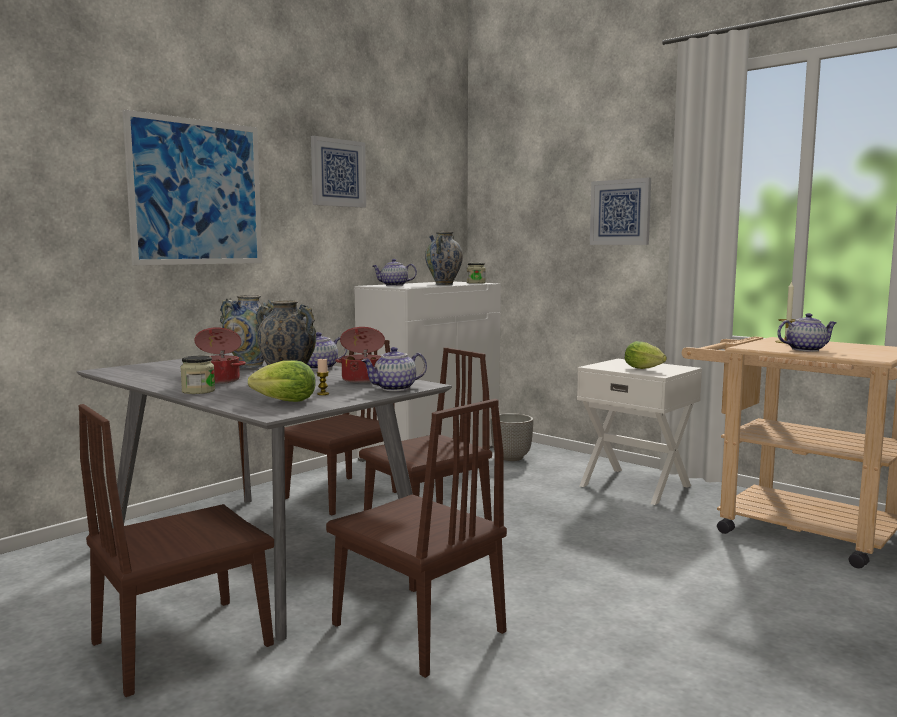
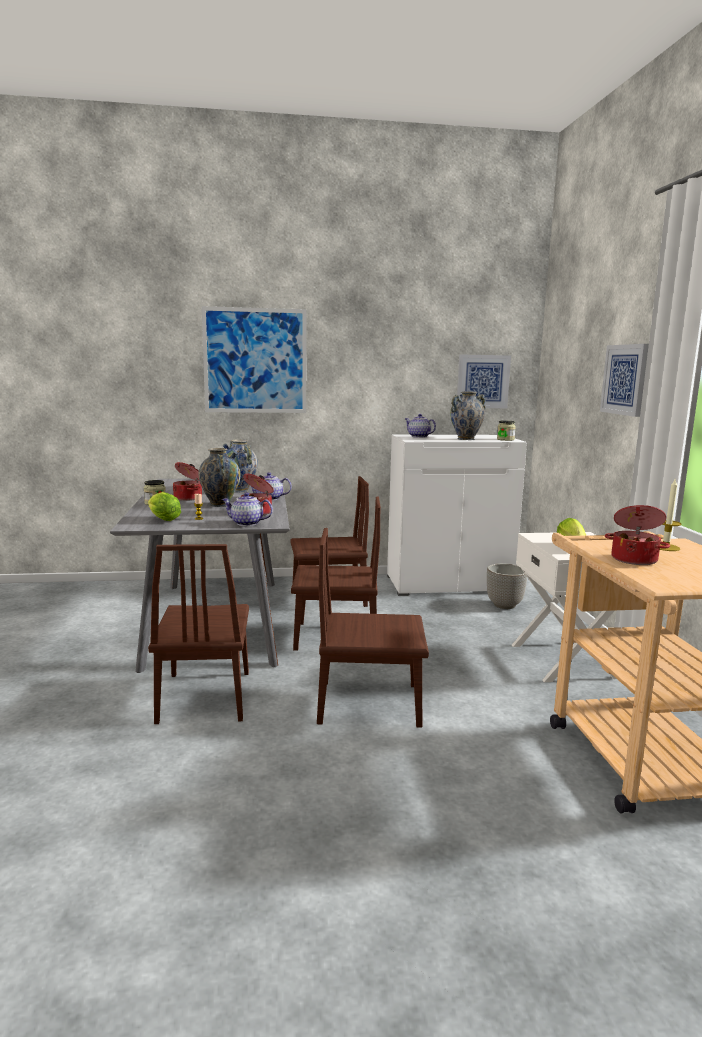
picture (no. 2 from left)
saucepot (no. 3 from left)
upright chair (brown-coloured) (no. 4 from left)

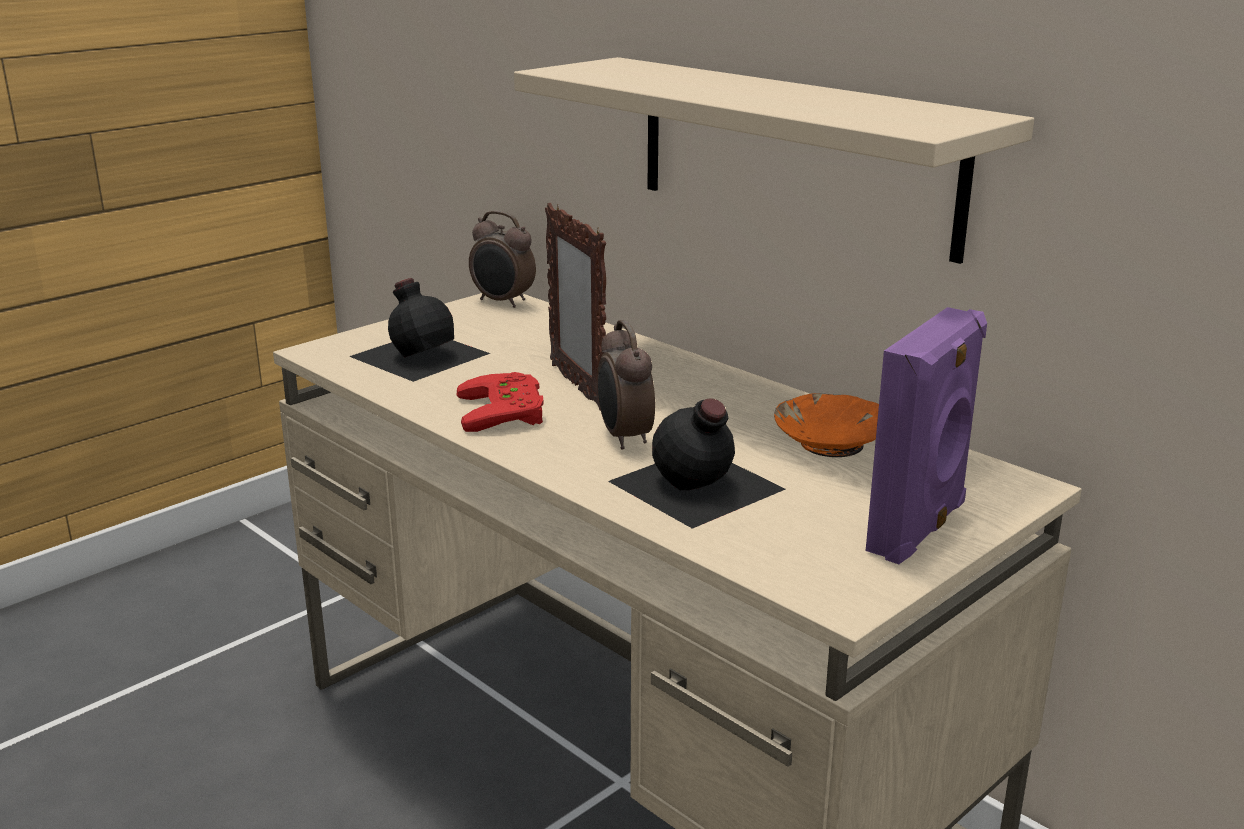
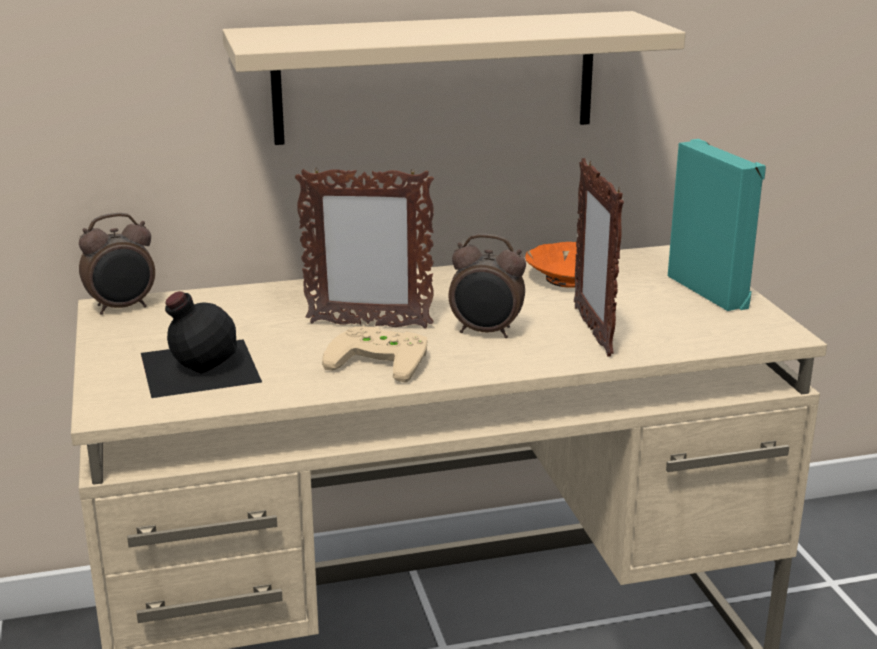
loudspeaker (turquoise-coloured)
joypad (beige)
standing frame (no. 2 from left)

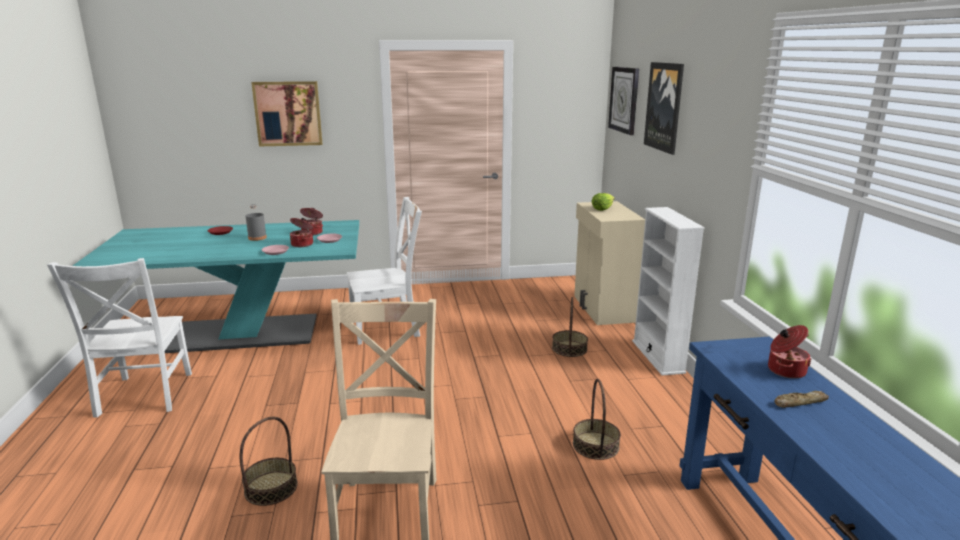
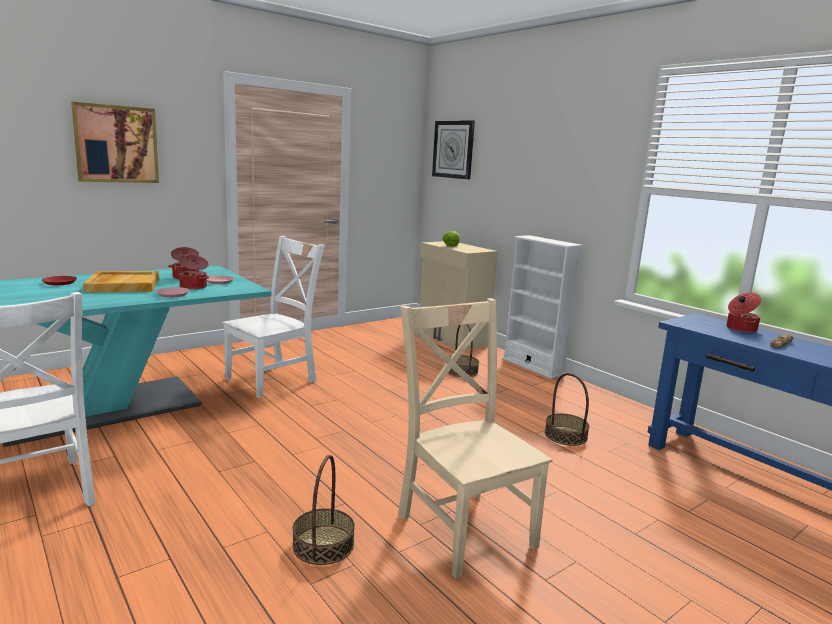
picture (no. 2 from left in the first image)
tray (beige)

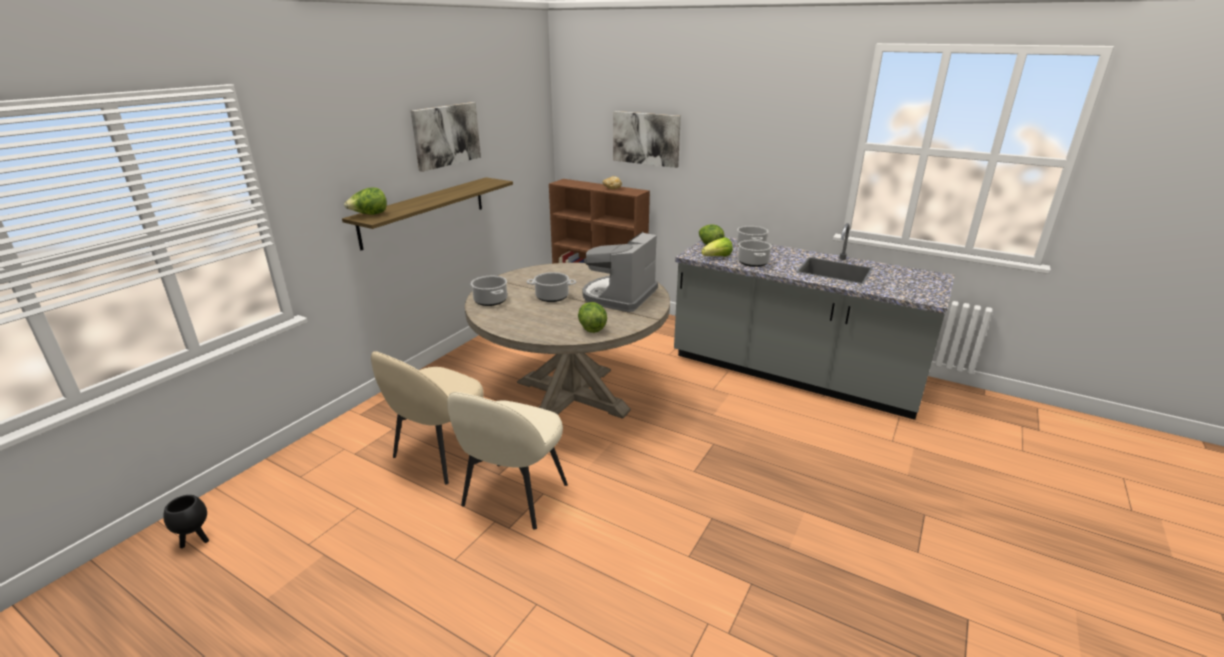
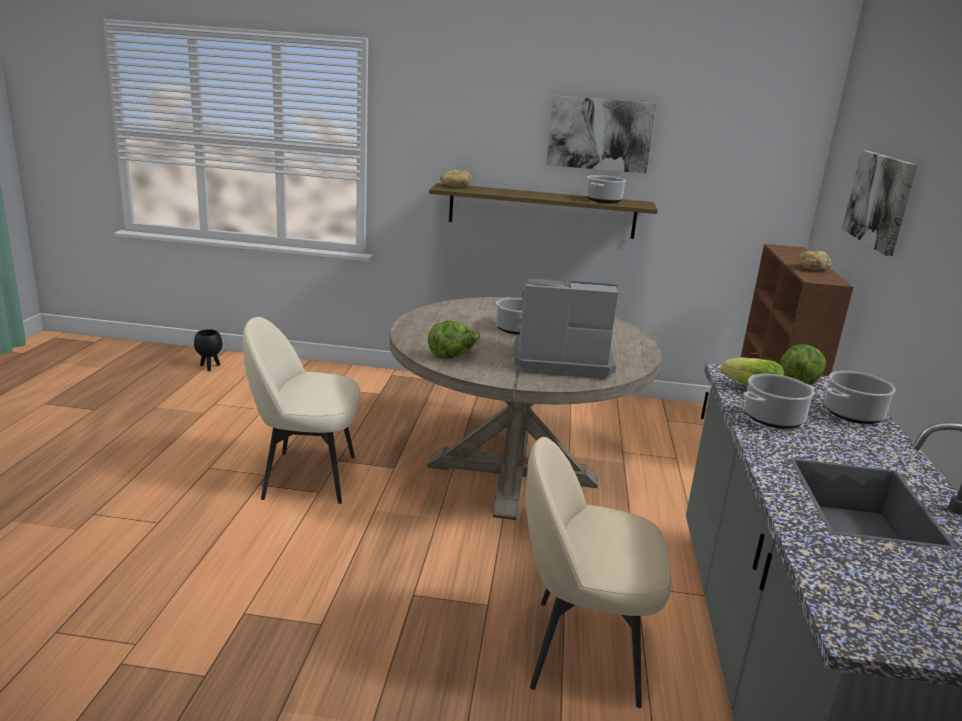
bread (no. 1 from left)
saucepot (no. 2 from left)
upright chair (beige) (no. 2 from left)

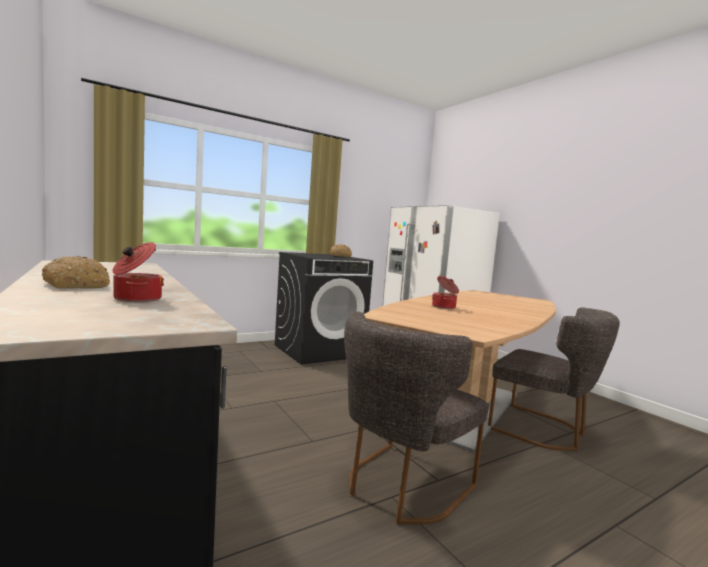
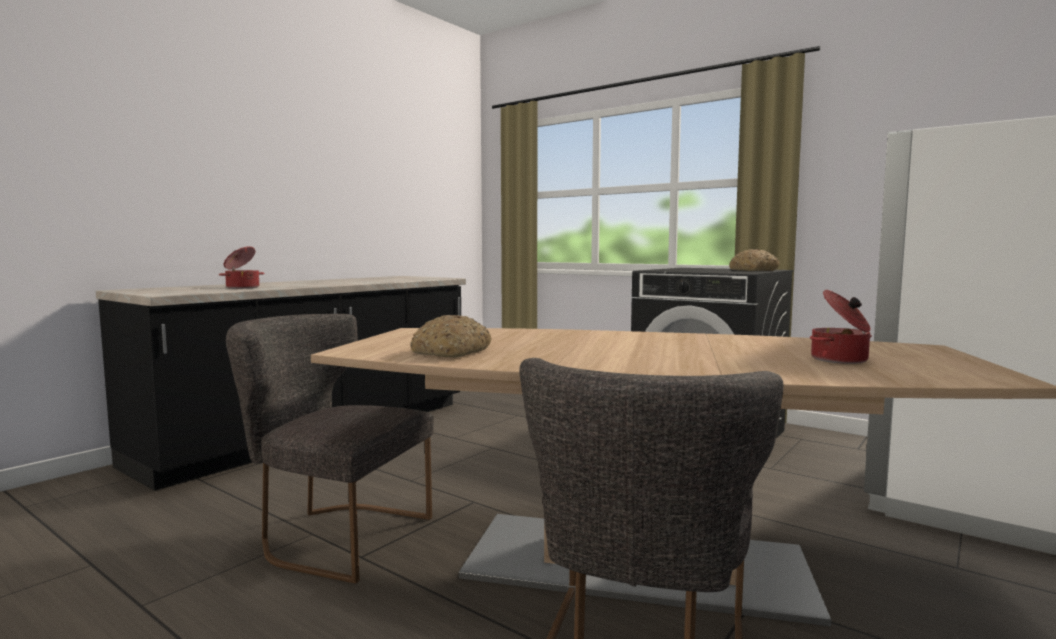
bread (no. 1 from left)
saucepot (no. 2 from left)

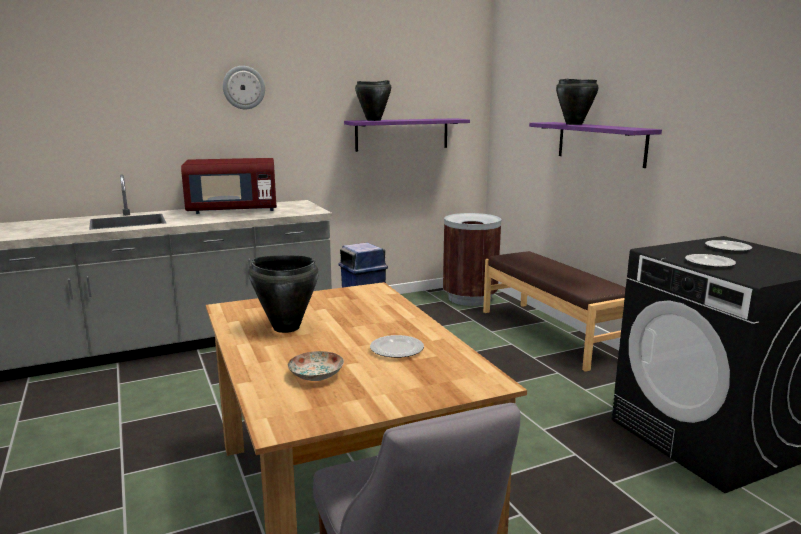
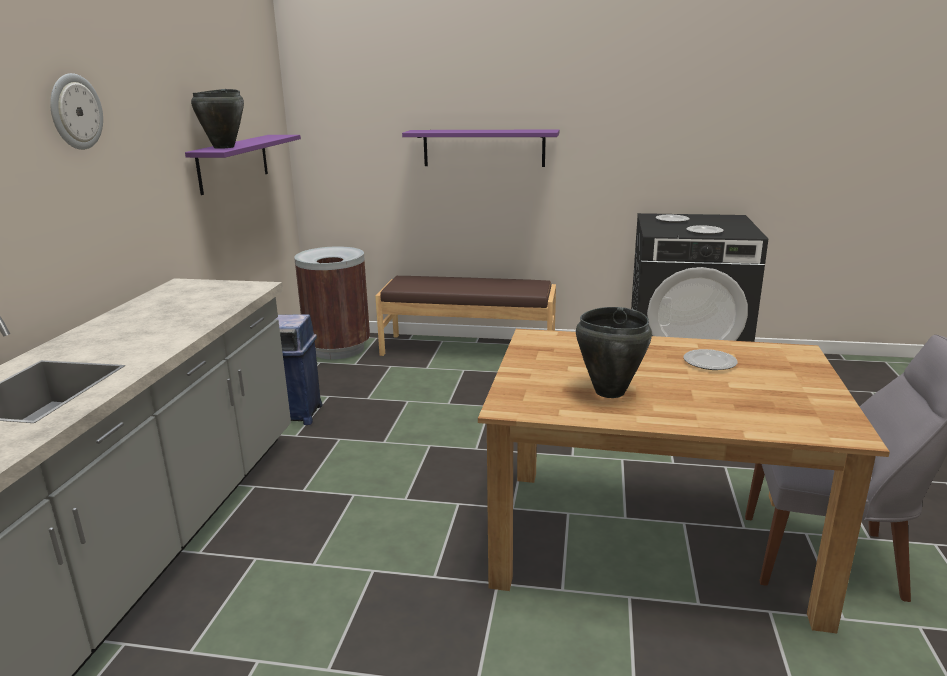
saucepot (blackish) (no. 3 from left in the first image)
kitchen microwave (reddish)
flat dish (no. 1 from left in the first image)

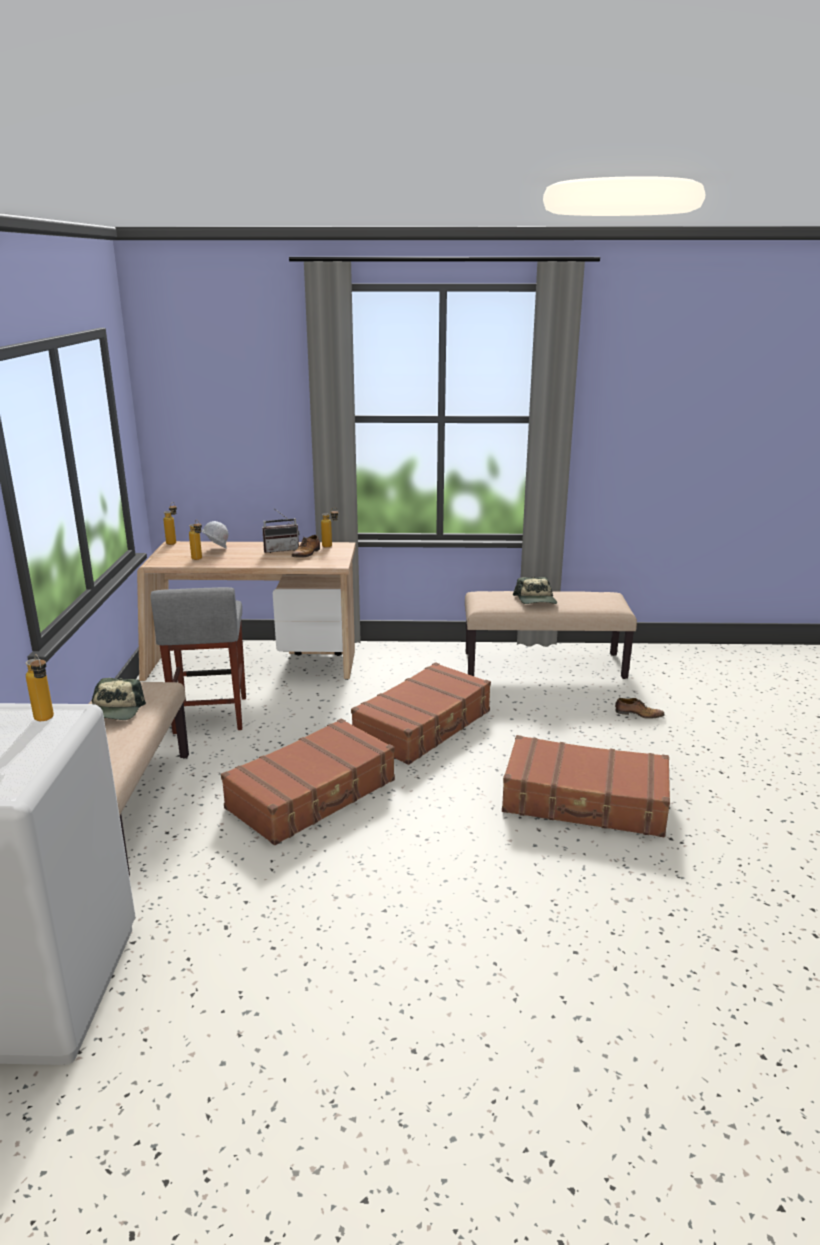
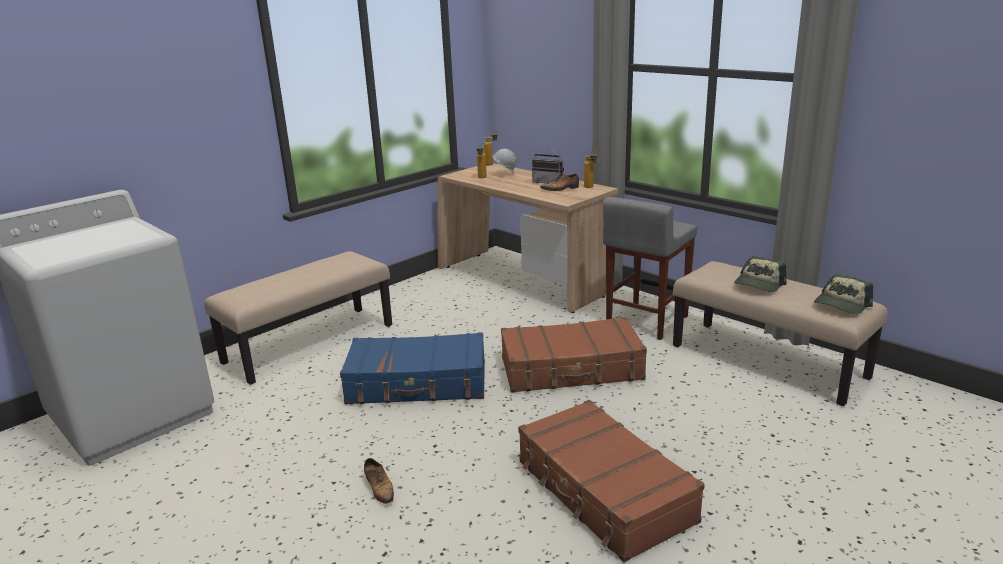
sitting stool (gray)
beverage bottle (no. 1 from left in the first image)
baseball cap (no. 2 from left)
low shoe (no. 1 from left)
travel case (bluish)

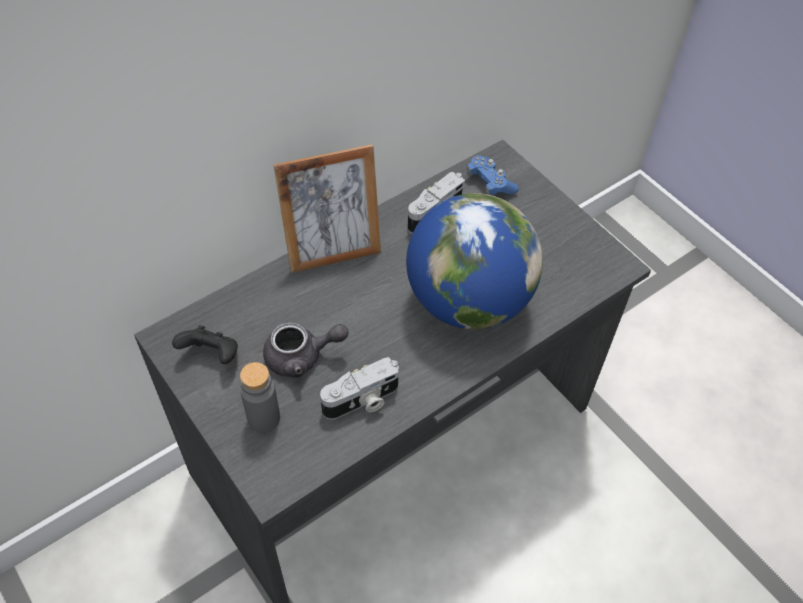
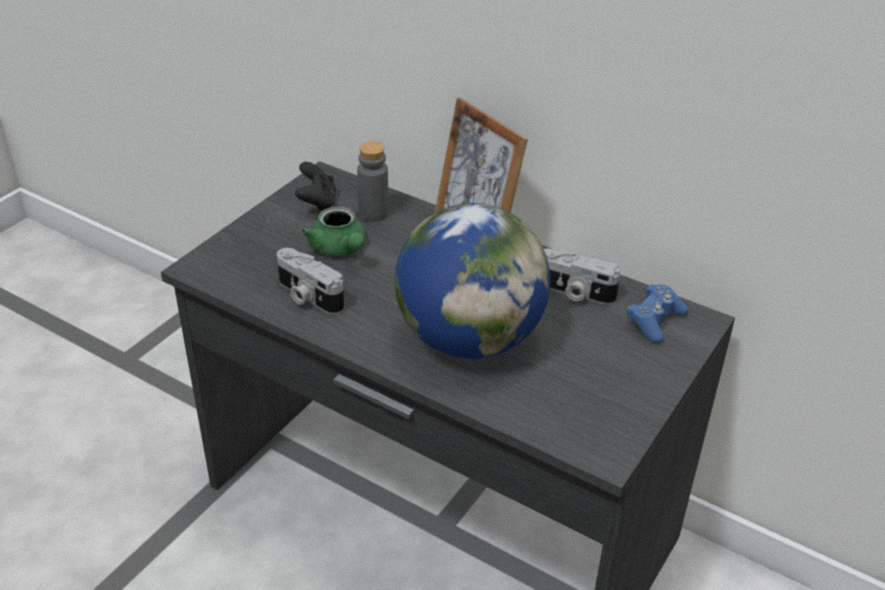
pot for tea (greenish)
beverage bottle (gray)

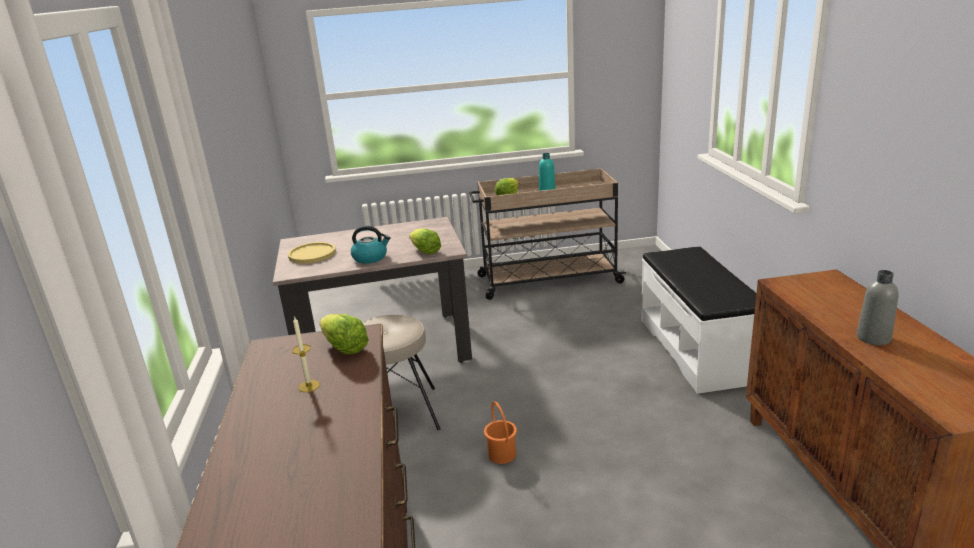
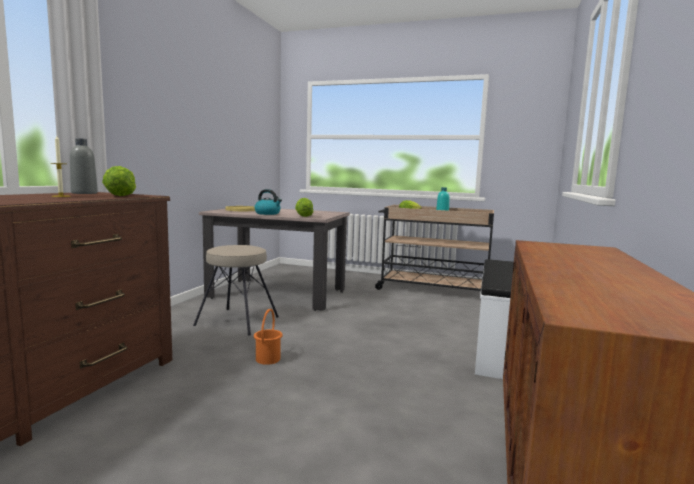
beverage bottle (gray)

